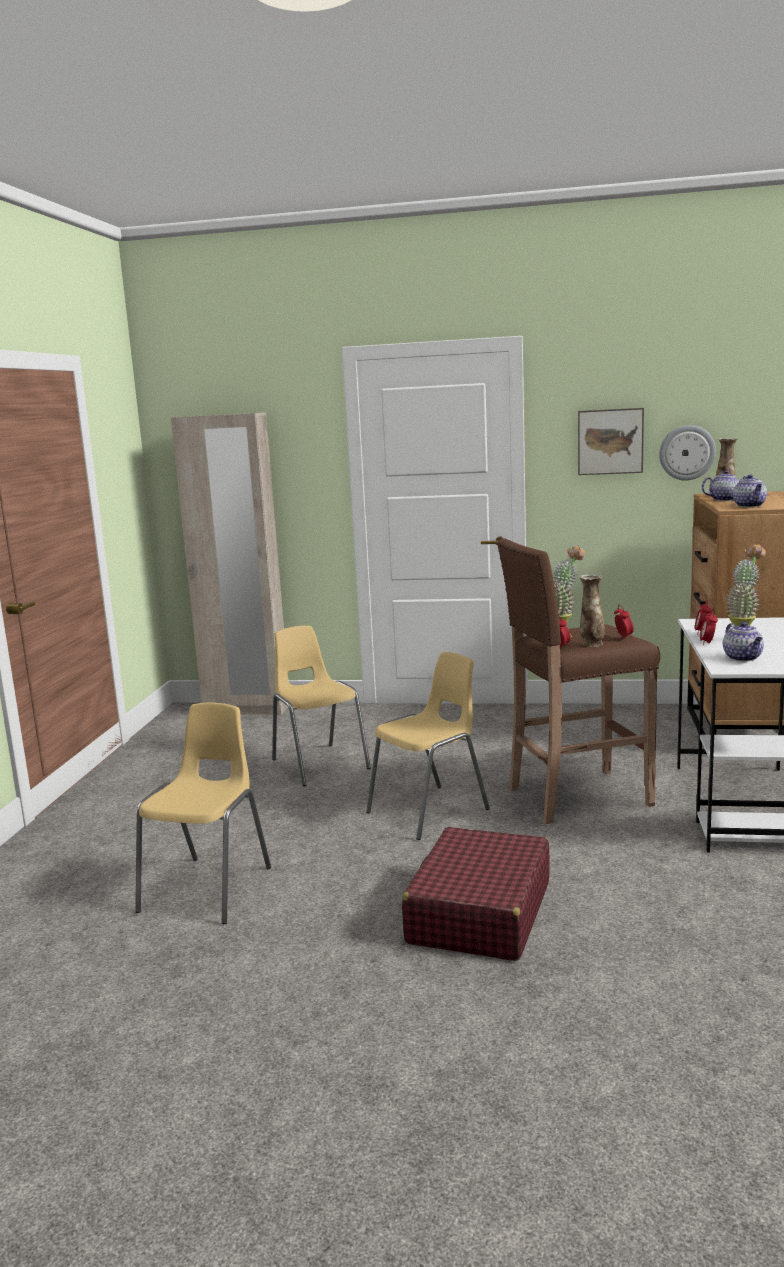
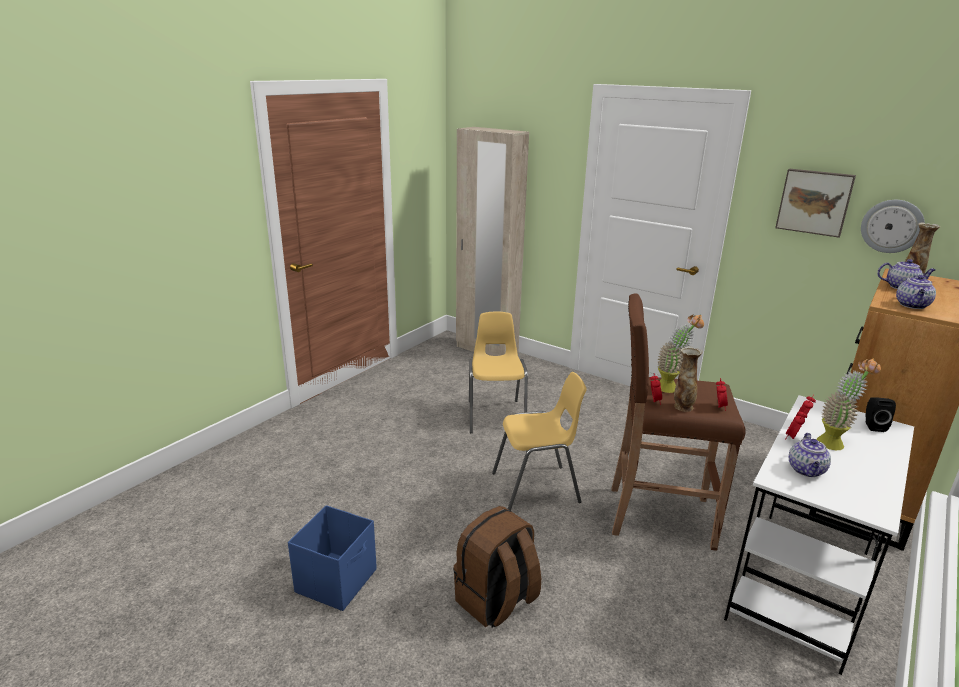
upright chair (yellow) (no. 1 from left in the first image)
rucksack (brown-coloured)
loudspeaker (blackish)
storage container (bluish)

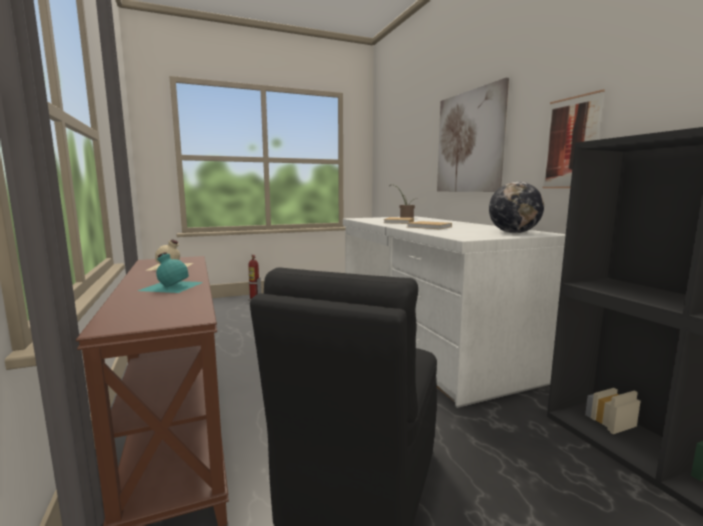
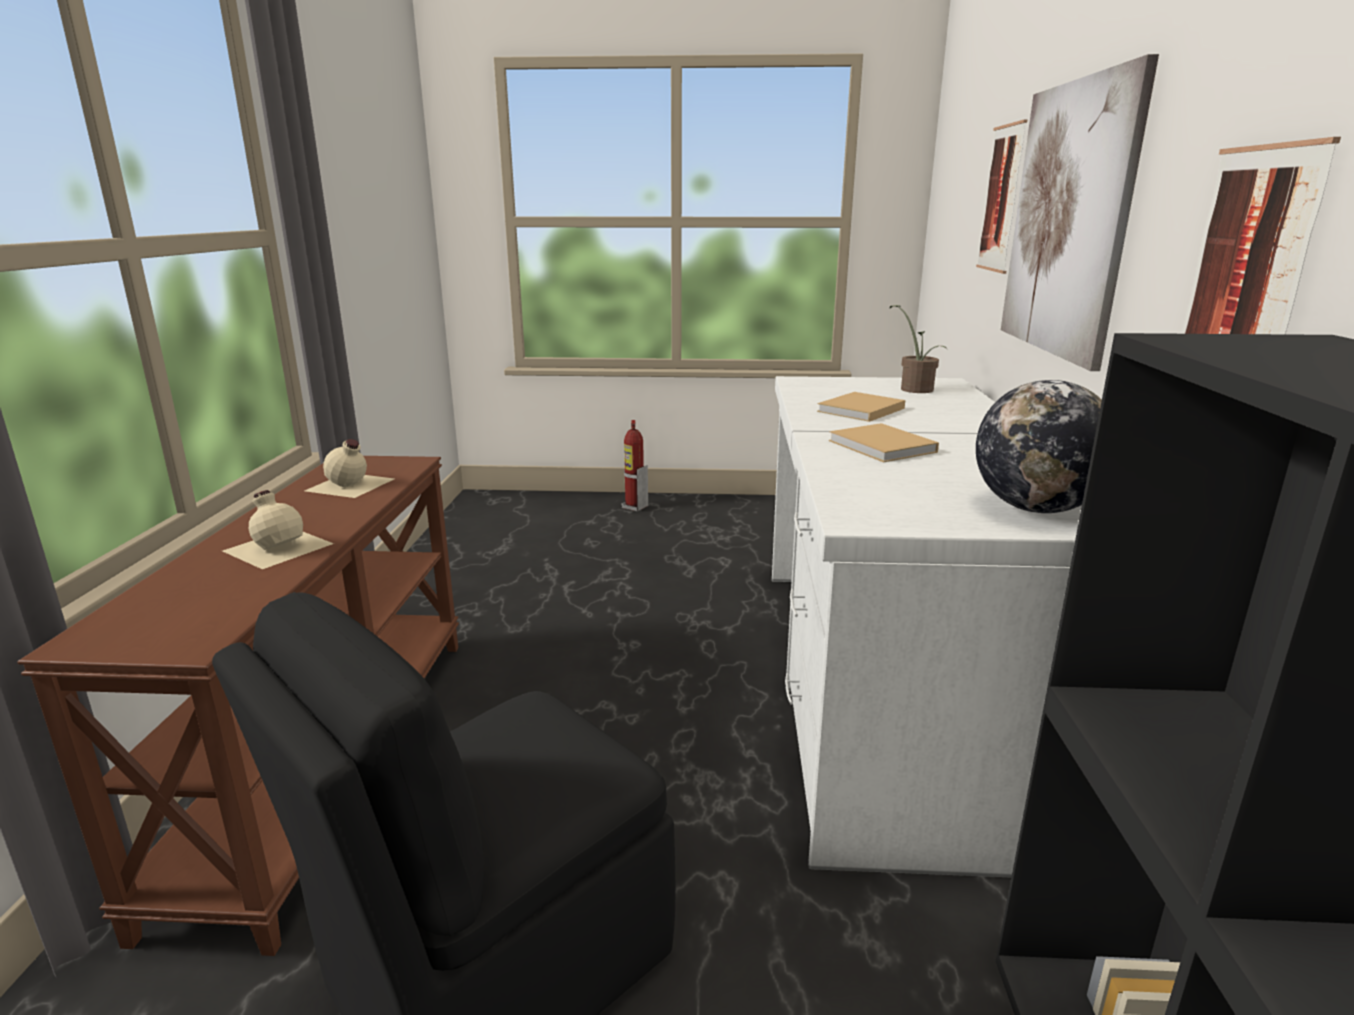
beverage bottle (beige) (no. 1 from left)
picture (no. 1 from left)

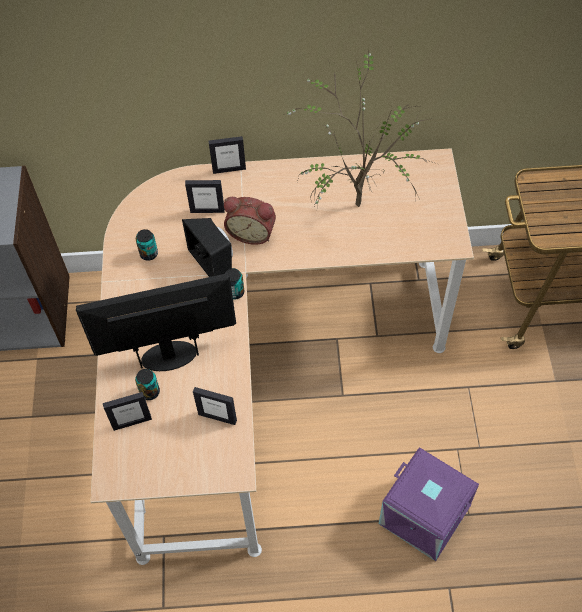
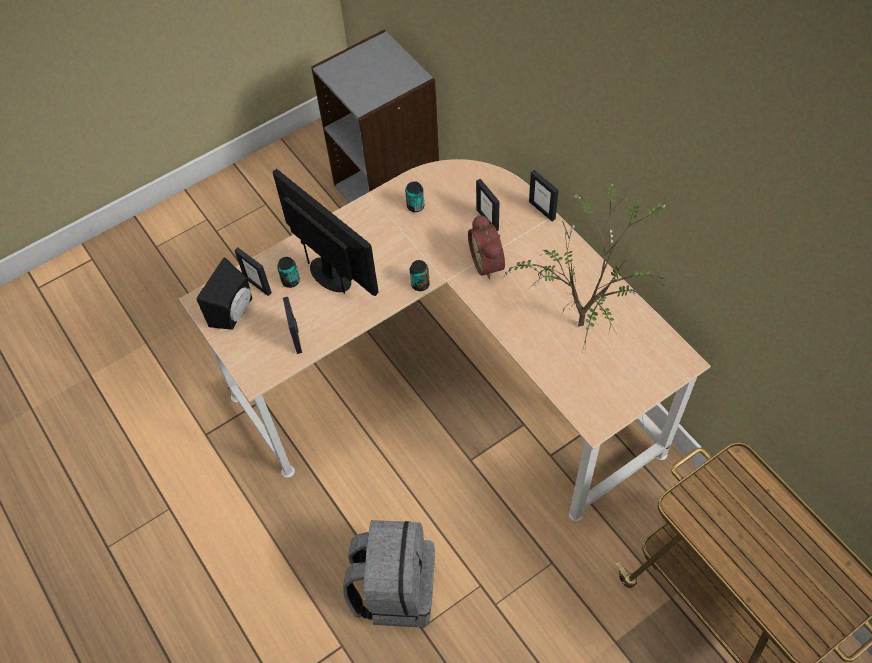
loudspeaker (blackish)
rucksack (gray)

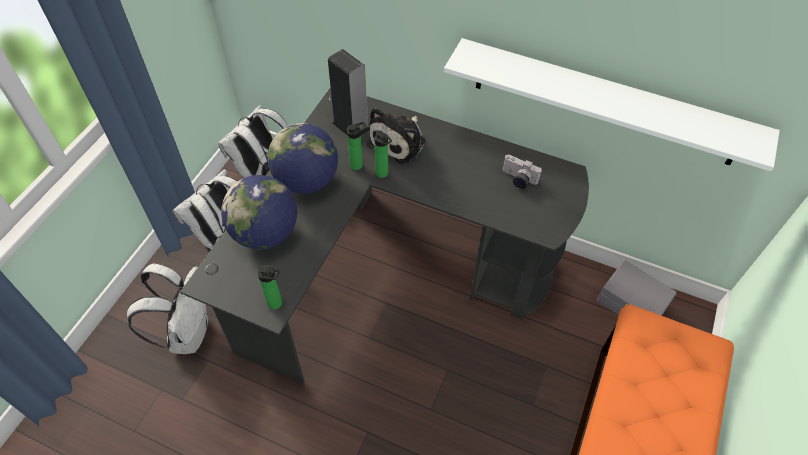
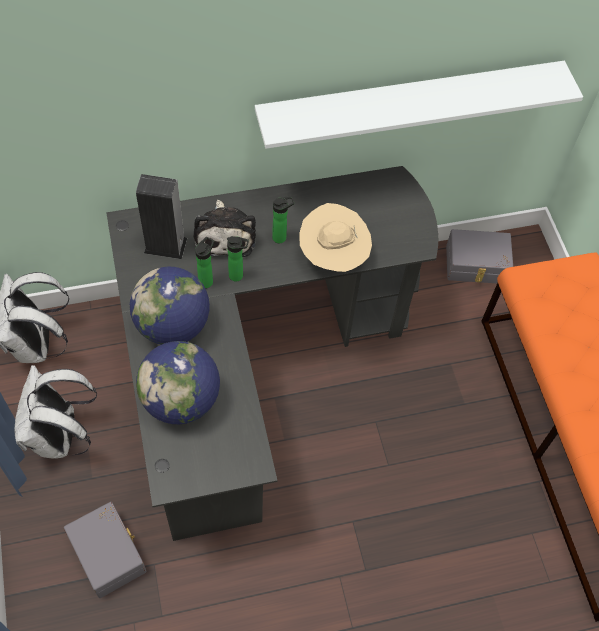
photo camera
storage container (gray) (no. 1 from left)
beverage bottle (no. 3 from left)
wearable hat (beige)

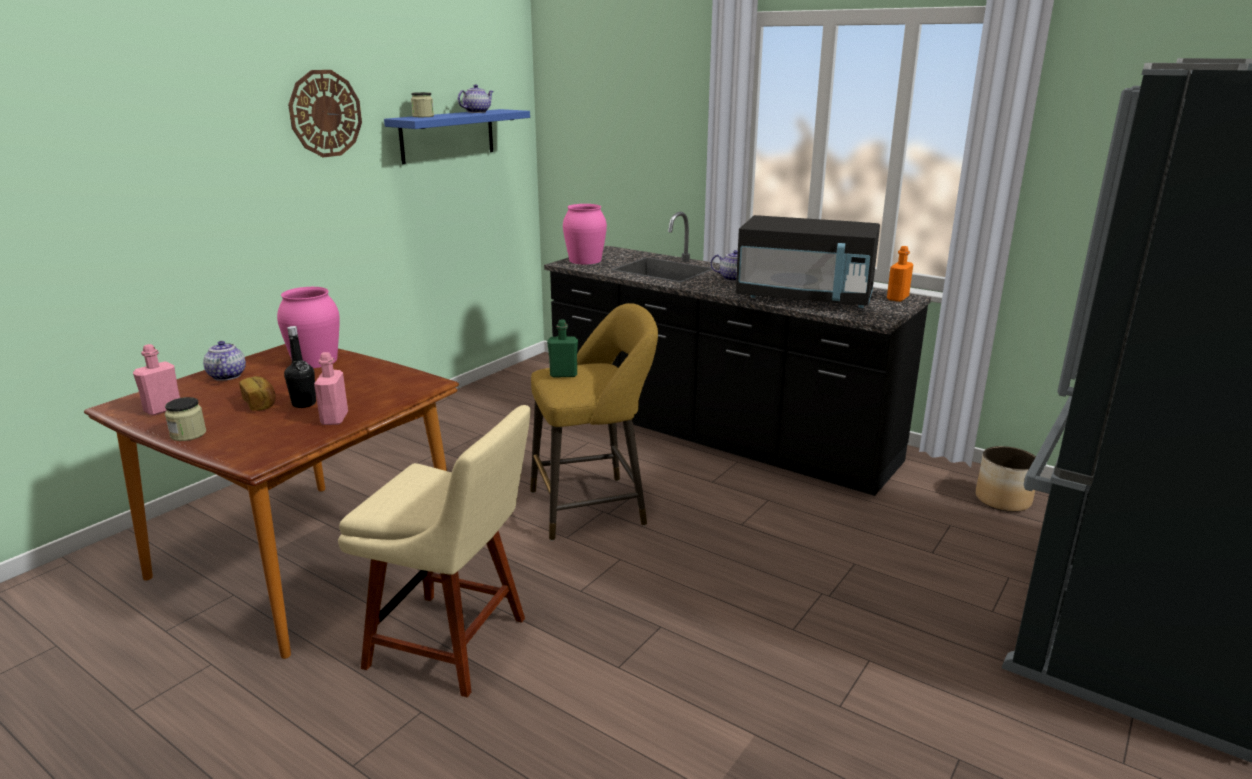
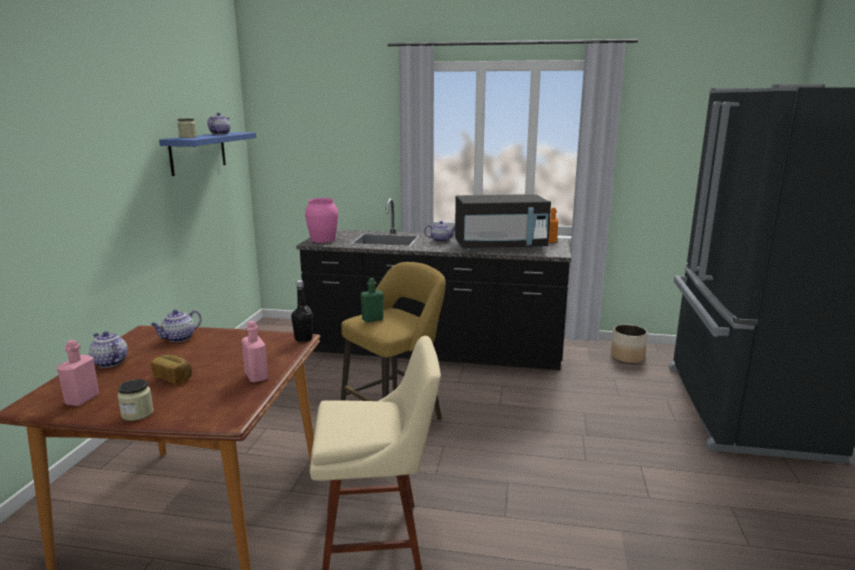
wall clock
pot for tea (no. 2 from left)
beverage bottle (blackish)

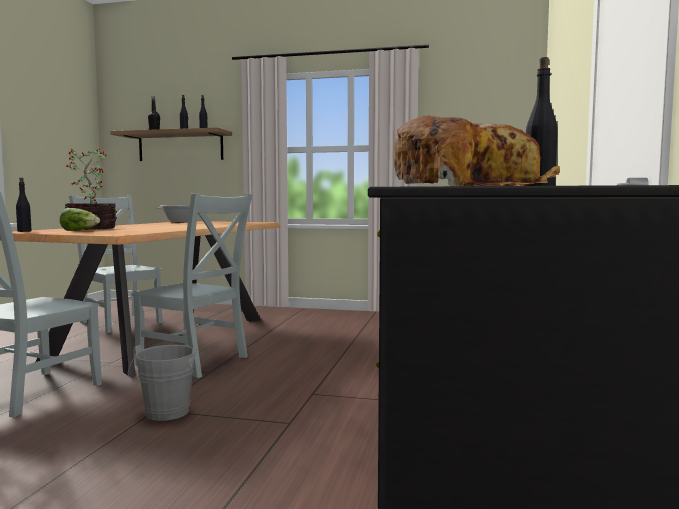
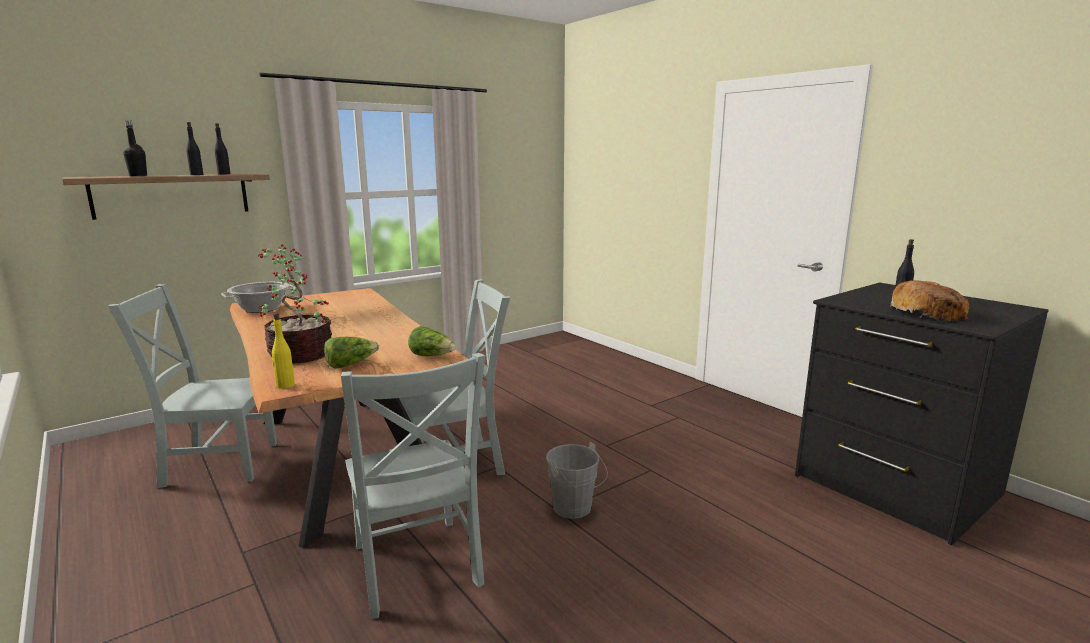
beverage bottle (yellow)
lettuce head (no. 2 from left)

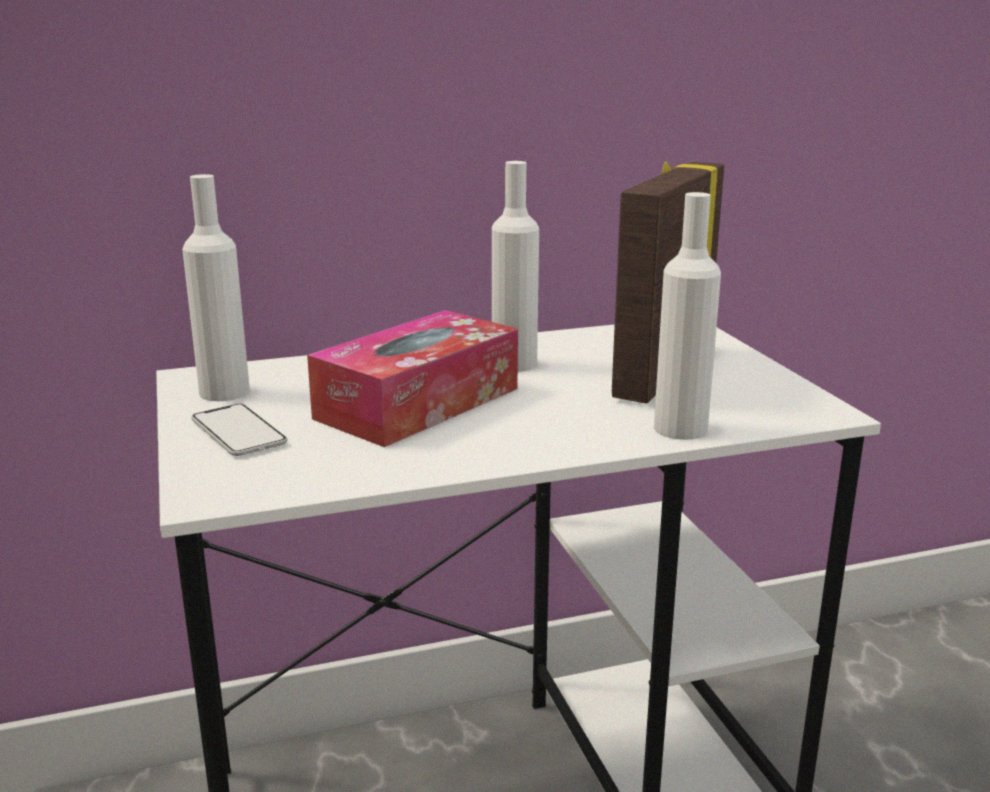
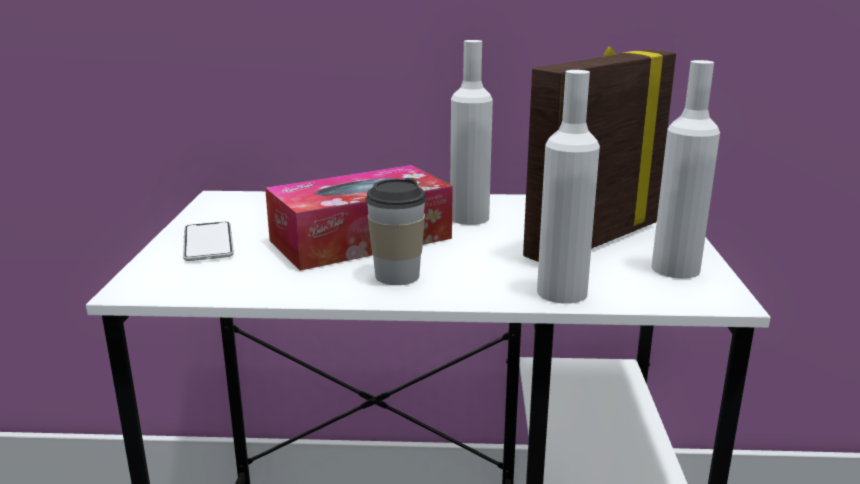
beverage bottle (white) (no. 3 from left)
small cup

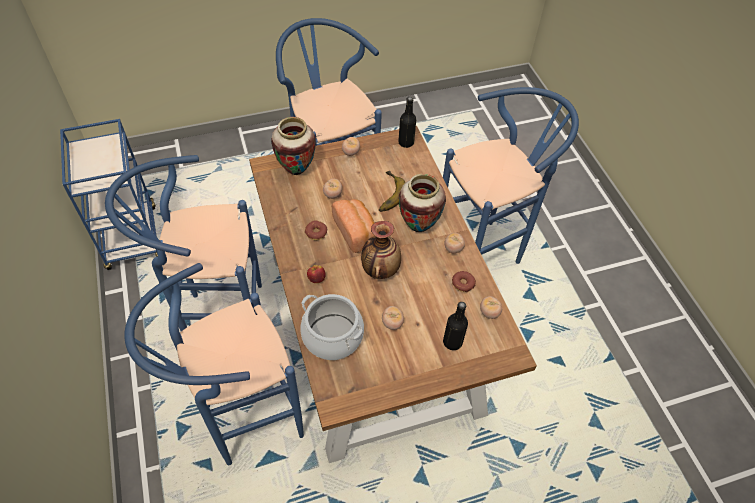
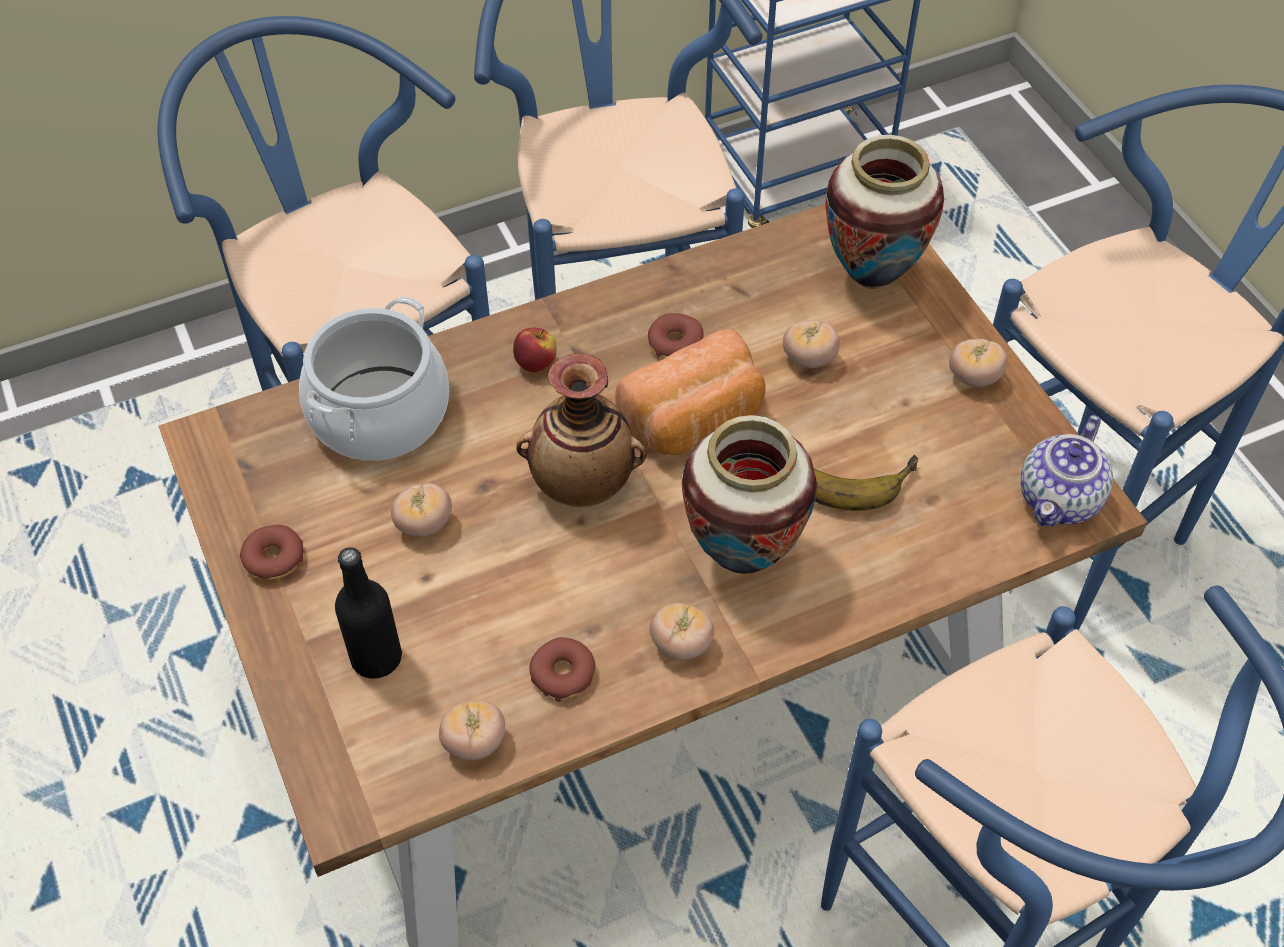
pot for tea
ring doughnut (no. 1 from left)

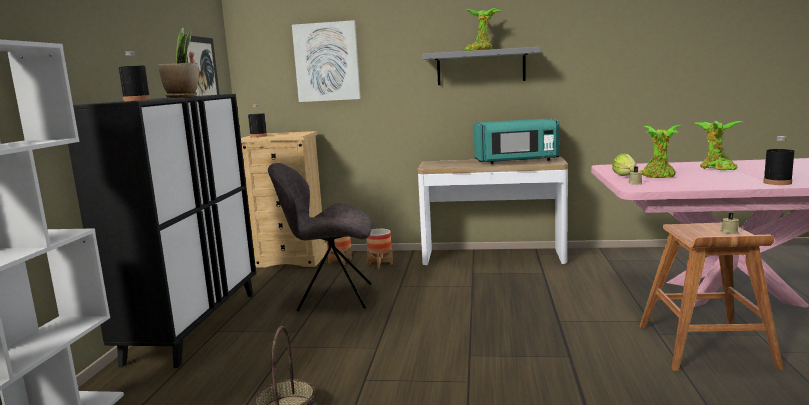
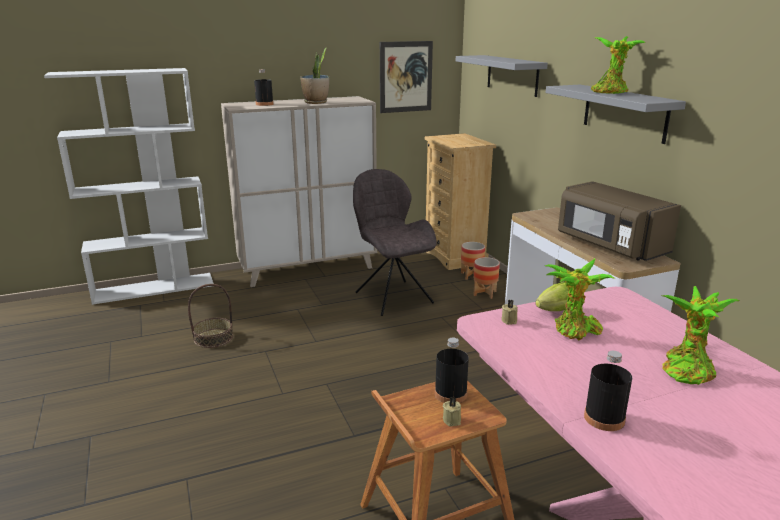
shelf (gray) (no. 1 from left)
cabinet (beige)
beverage bottle (blackish) (no. 2 from left)
kitchen microwave (brown-coloured)

